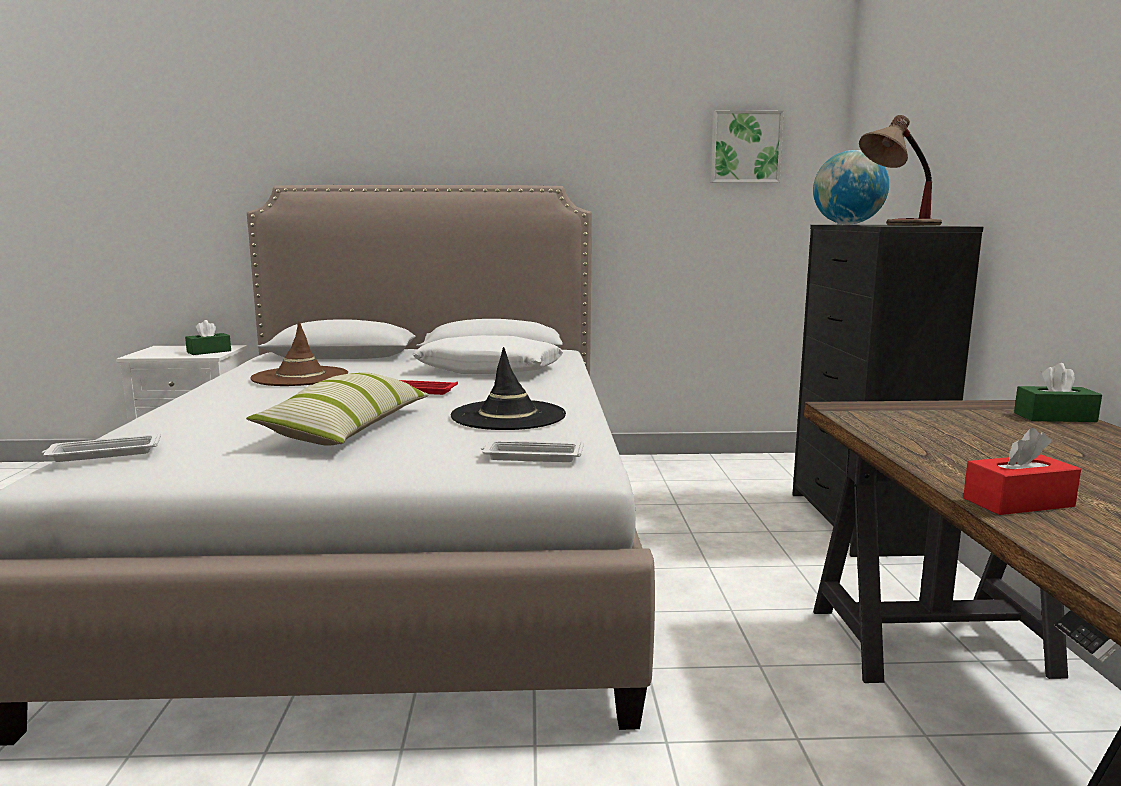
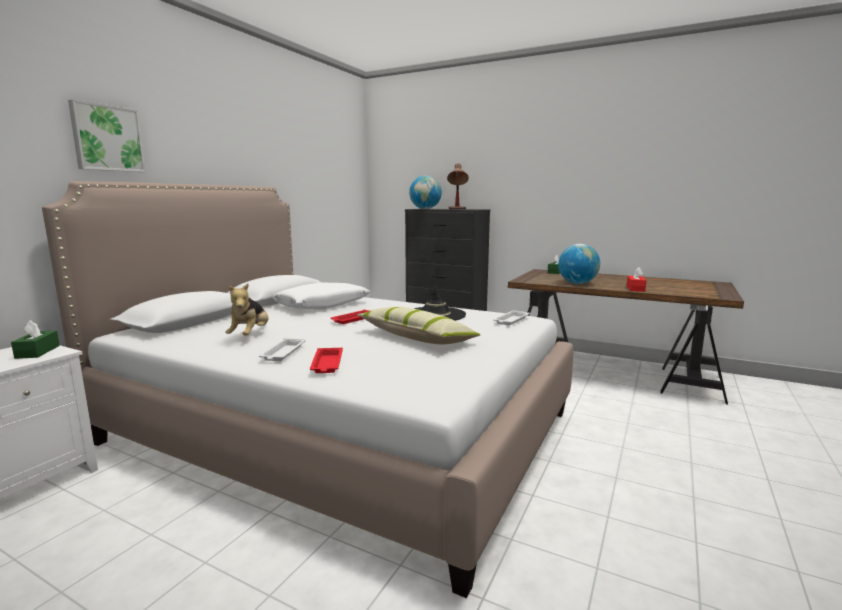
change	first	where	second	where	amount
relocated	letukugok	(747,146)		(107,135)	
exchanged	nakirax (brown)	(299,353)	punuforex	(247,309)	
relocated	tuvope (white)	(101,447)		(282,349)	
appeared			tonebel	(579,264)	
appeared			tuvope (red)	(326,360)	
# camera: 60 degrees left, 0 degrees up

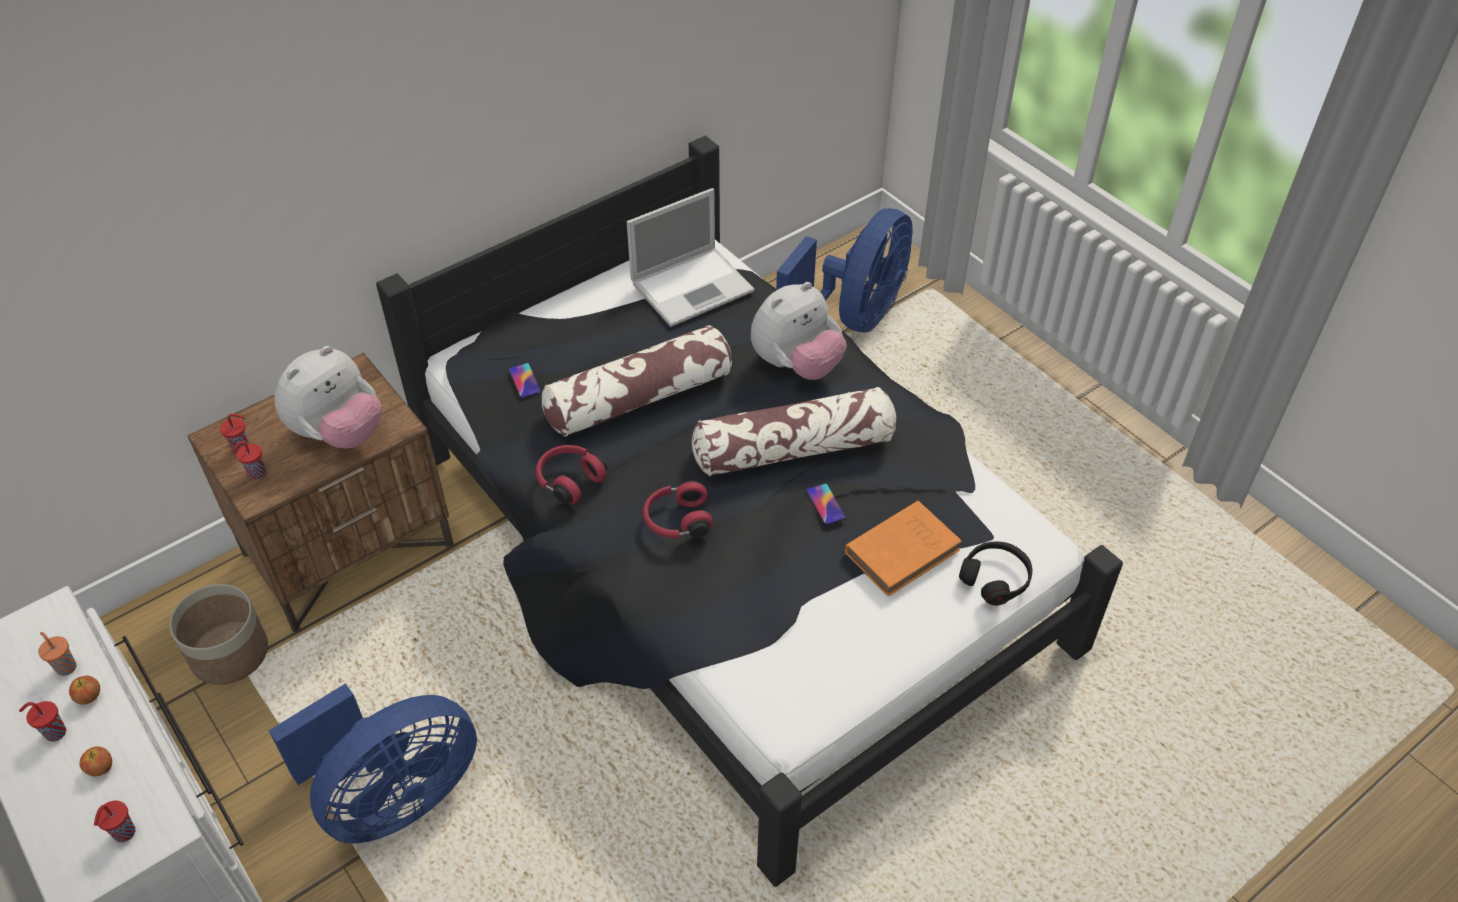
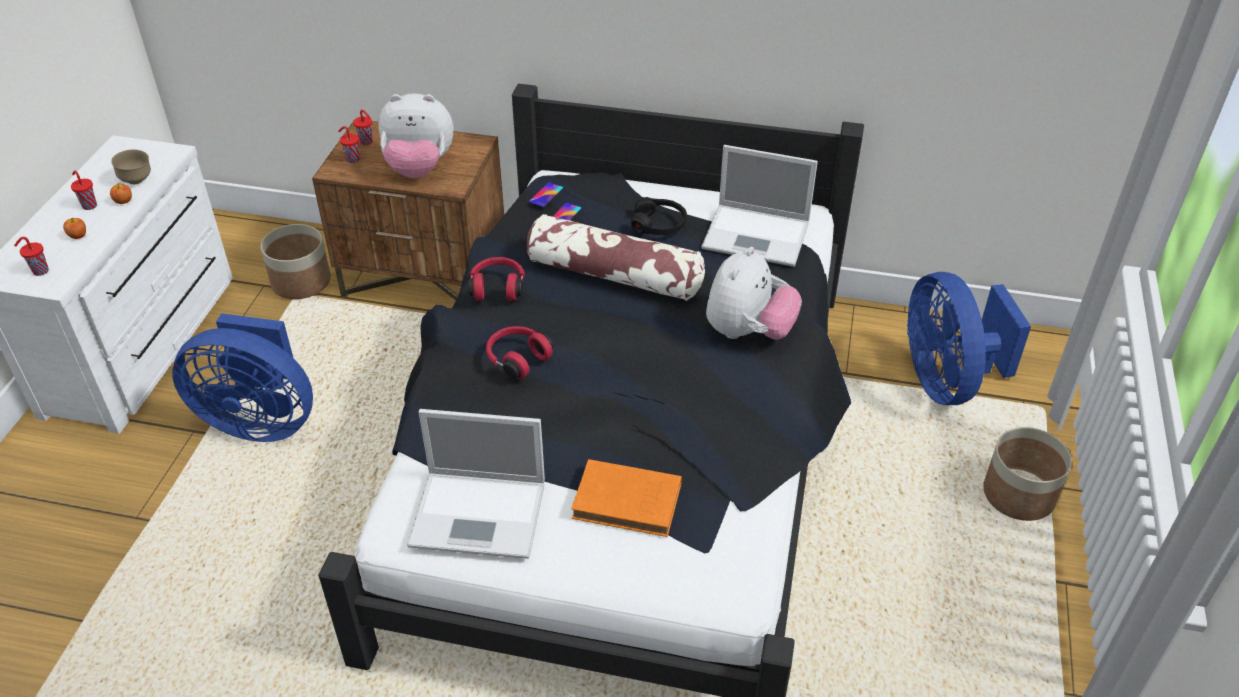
change	first	where	second	where	amount
spun	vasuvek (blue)	(844,270)		(969,338)	90 degrees clockwise
spun	punuforex	(799,331)		(754,293)	75 degrees counterclockwise
missing	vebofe	(794,431)			
relocated	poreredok	(826,504)		(546,195)	
relocated	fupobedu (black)	(995,573)		(659,216)	
exchanged	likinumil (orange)	(57,654)	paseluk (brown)	(131,166)	
appeared			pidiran	(476,484)	
appeared			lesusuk	(1027,474)	
# camera: 50 degrees right, 5 degrees down

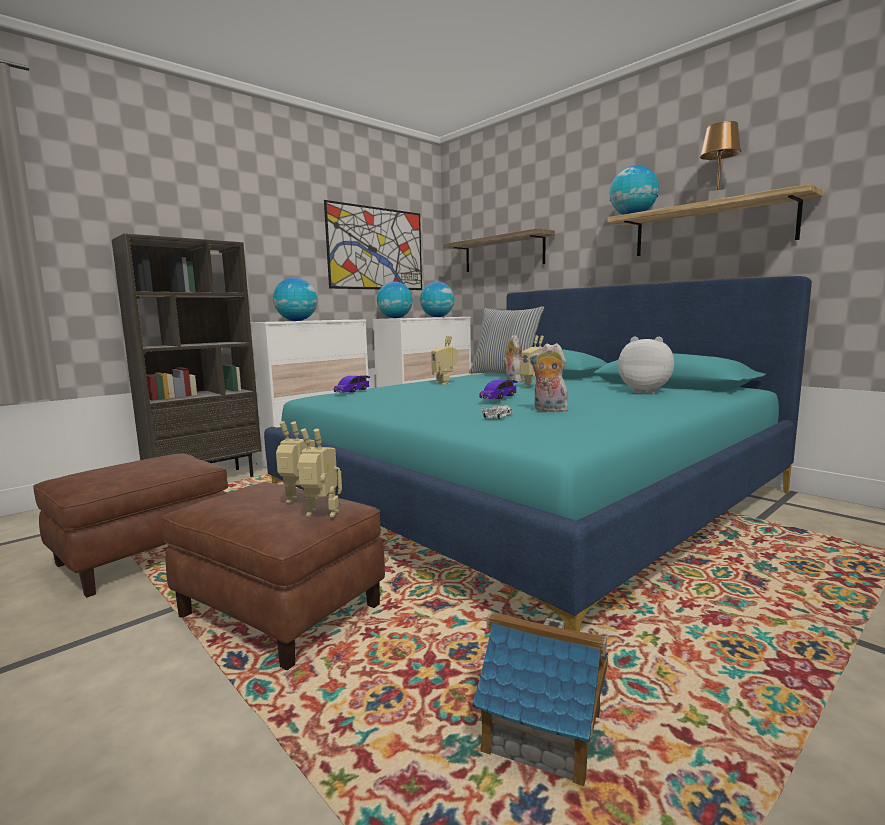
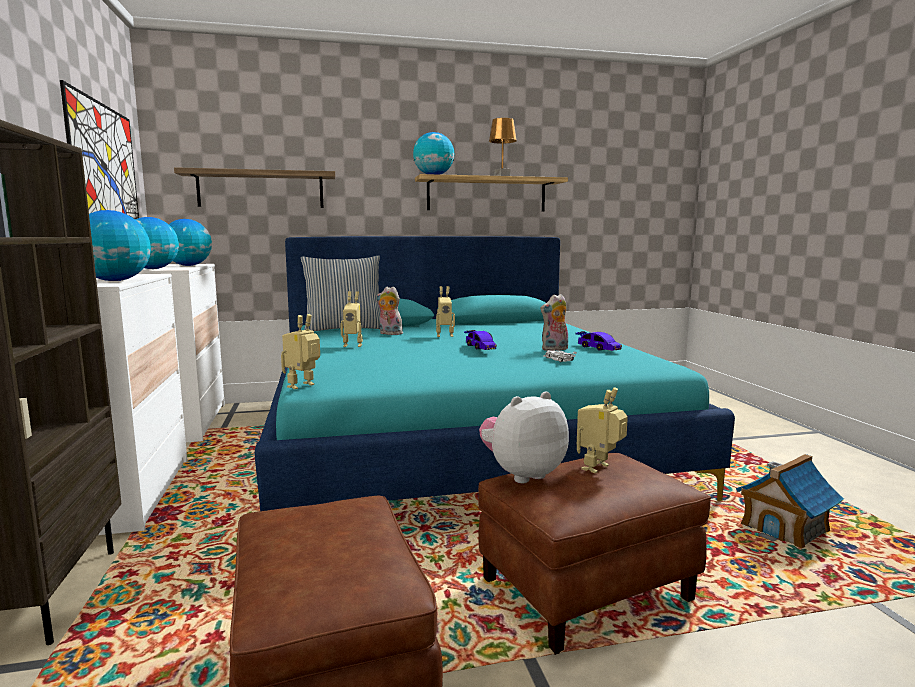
change	first	where	second	where	amount
relocated	punuforex	(646,365)		(524,437)	
relocated	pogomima	(352,384)		(598,341)	
relocated	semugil	(320,472)		(300,351)	
# camera: 60 degrees left, 0 degrees up

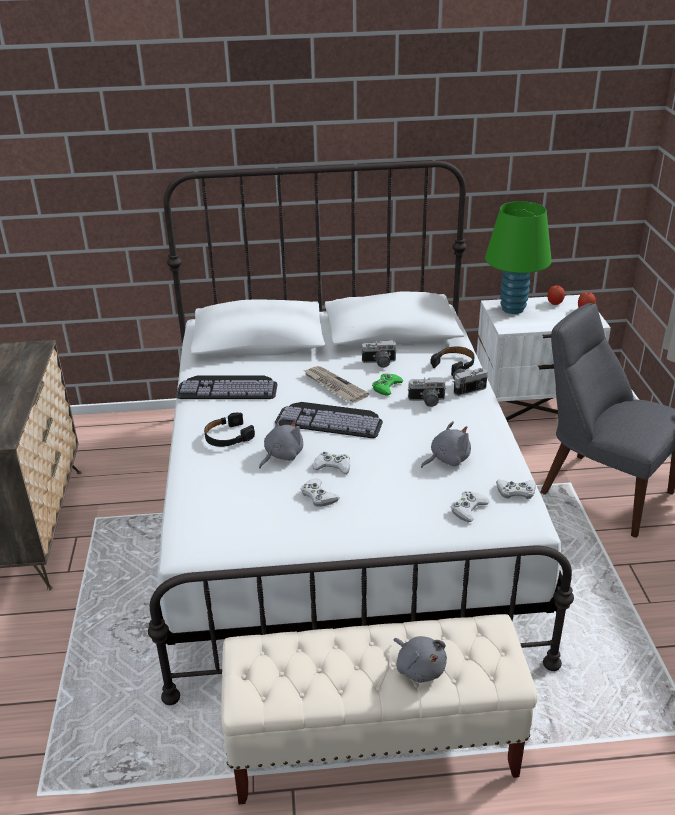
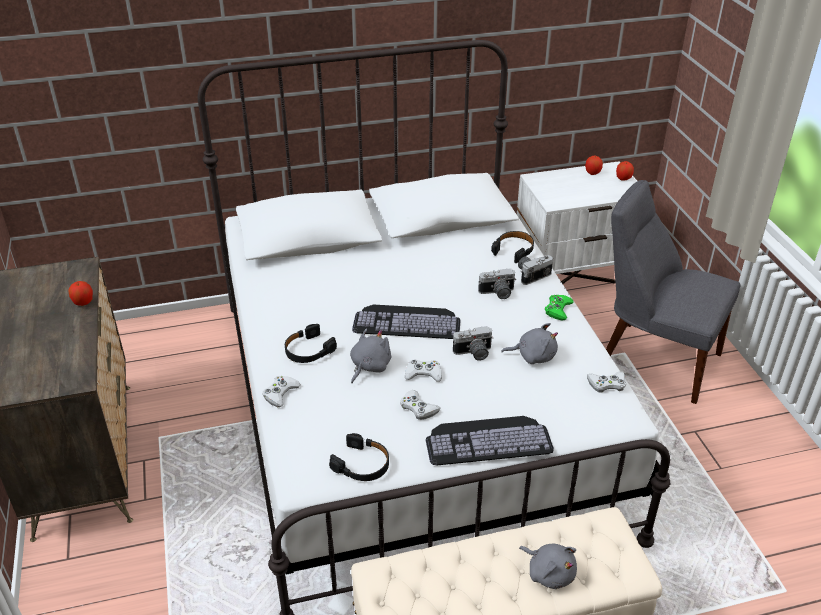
change	first	where	second	where	amount
missing	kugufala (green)	(518,257)			
relocated	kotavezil	(378,354)		(473,343)	
missing	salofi	(336,384)			
relocated	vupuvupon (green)	(387,384)		(559,308)	
relocated	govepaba	(227,387)		(490,440)	
spun	punuforex (grey)	(446,444)		(529,343)	45 degrees clockwise
relocated	vupuvupon (white)	(470,506)		(281,391)	
appeared			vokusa	(80,293)	
appeared			fupobedu (black)	(359,457)	
# camera: 10 degrees left, 5 degrees up

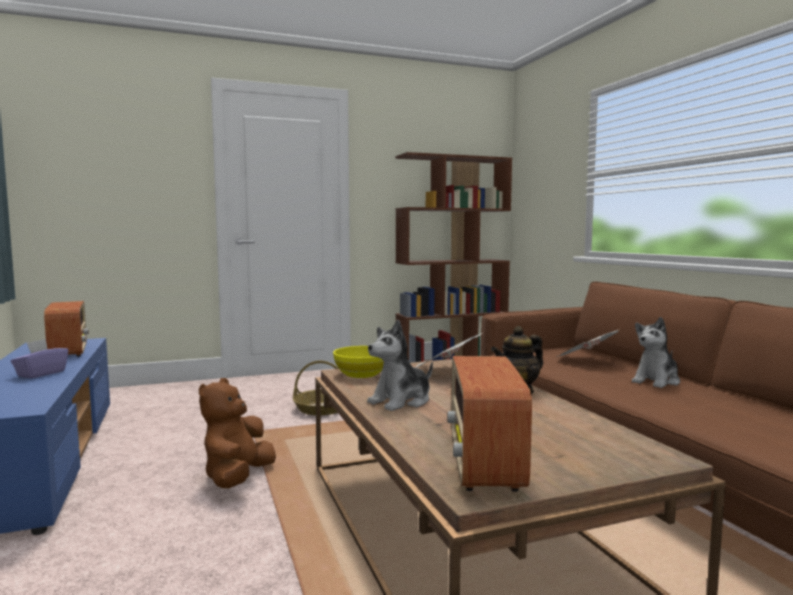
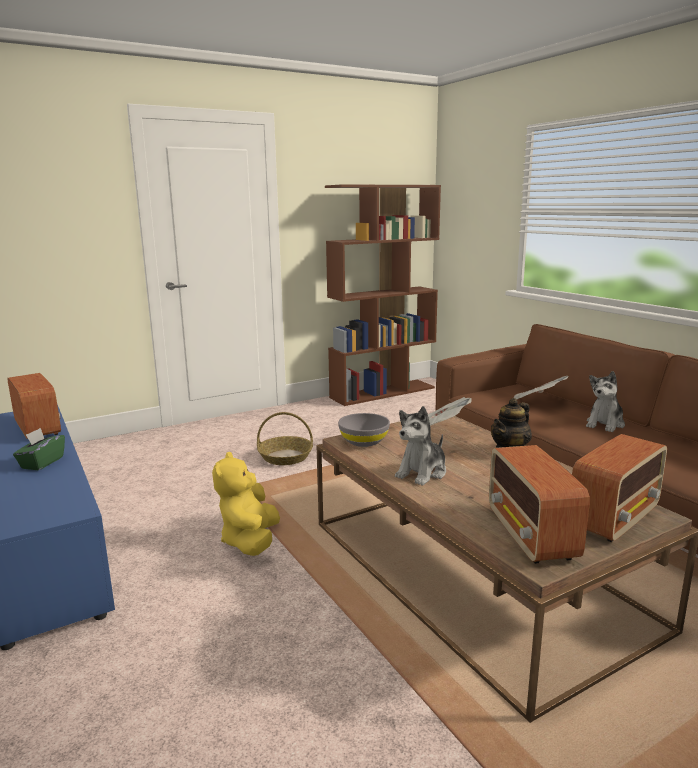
change	first	where	second	where	amount
colour	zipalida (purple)	(39,359)	zipalida (green)	(39,449)	
colour	paseluk (yellow)	(358,362)	paseluk (grey)	(364,430)	
colour	punuforex (brown)	(237,433)	punuforex (yellow)	(246,504)	
appeared			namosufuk	(619,488)	
# camera: 10 degrees left, 10 degrees up

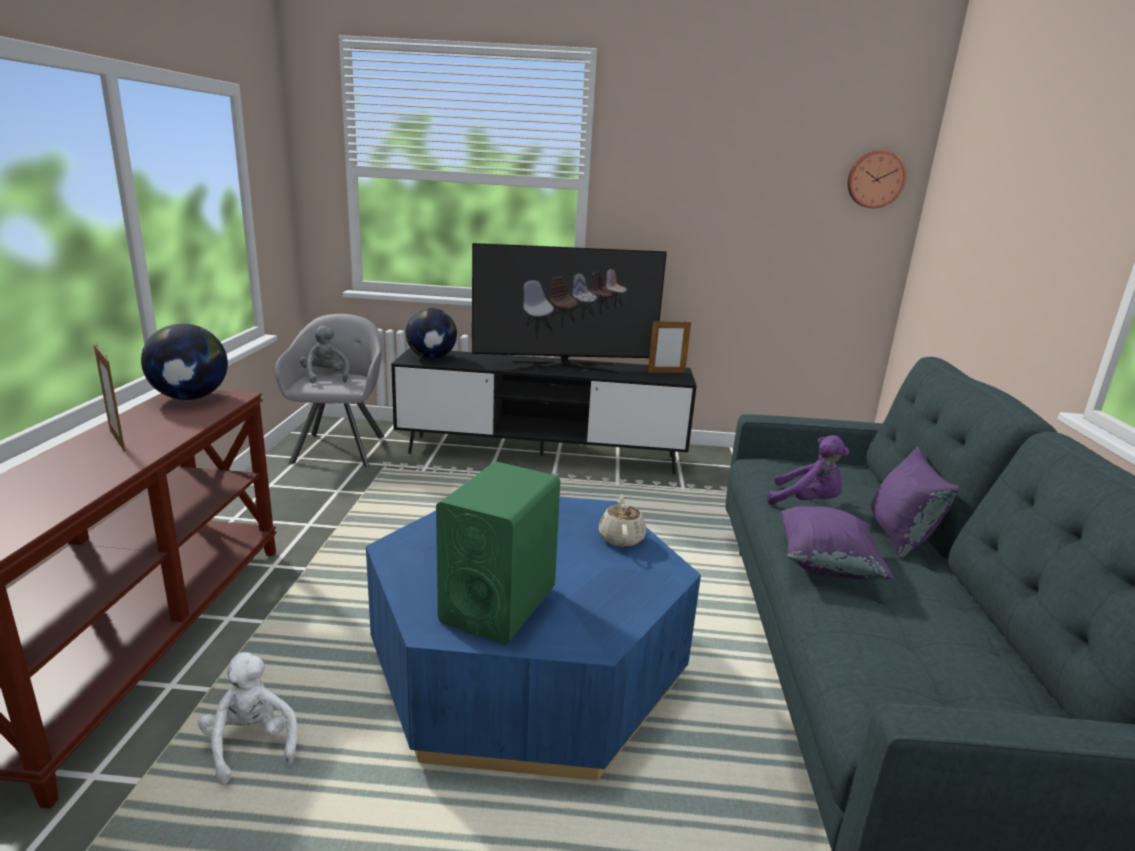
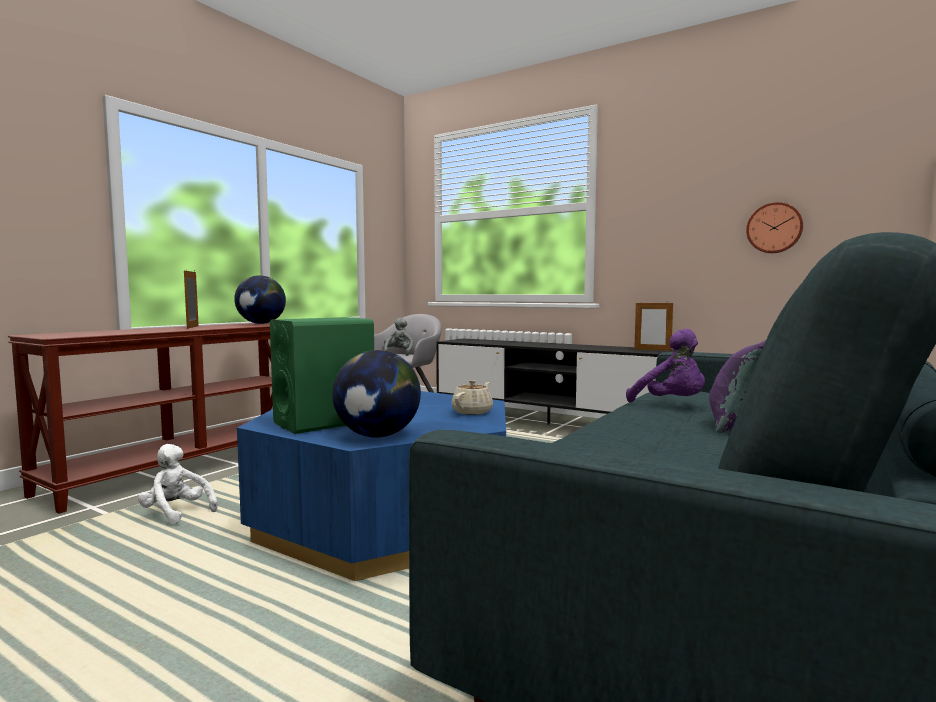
change	first	where	second	where	amount
relocated	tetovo	(876,179)		(774,227)	
missing	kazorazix	(569,308)			
relocated	tonebel	(431,333)		(376,393)	
missing	vebofe (purple)	(837,542)			
spun	punuforex (white)	(248,718)		(178,484)	60 degrees counterclockwise
# camera: 30 degrees right, 15 degrees down

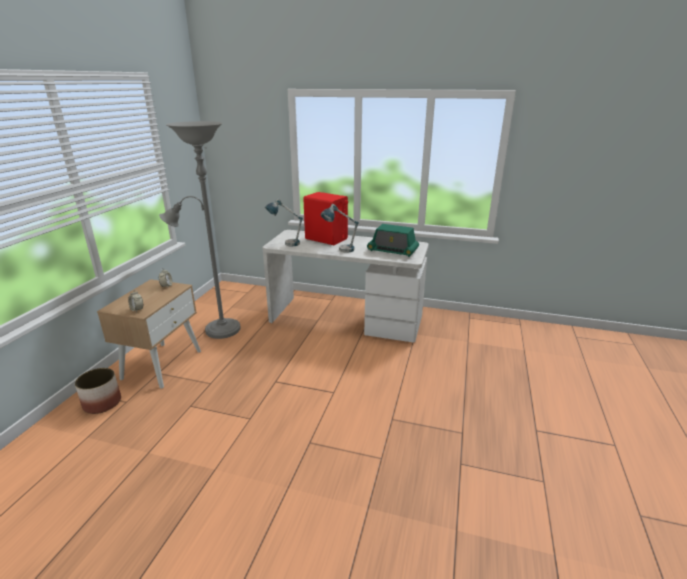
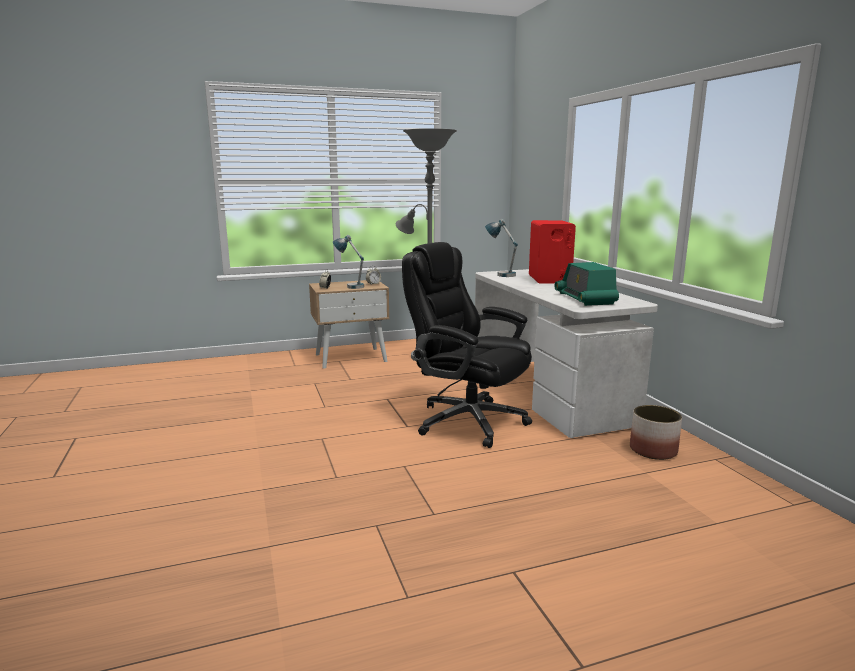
change	first	where	second	where	amount
relocated	kugufala	(339,228)		(348,262)	
relocated	lesusuk	(98,391)		(656,432)	
appeared			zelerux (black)	(467,345)	
# camera: 55 degrees right, 10 degrees down

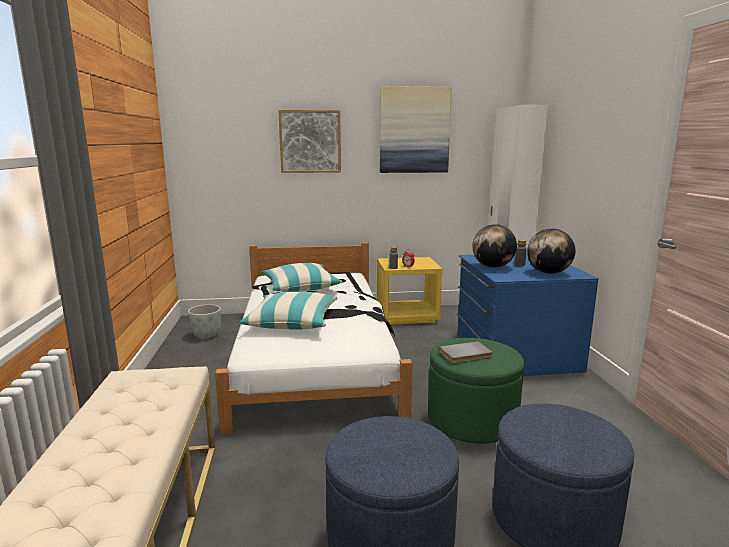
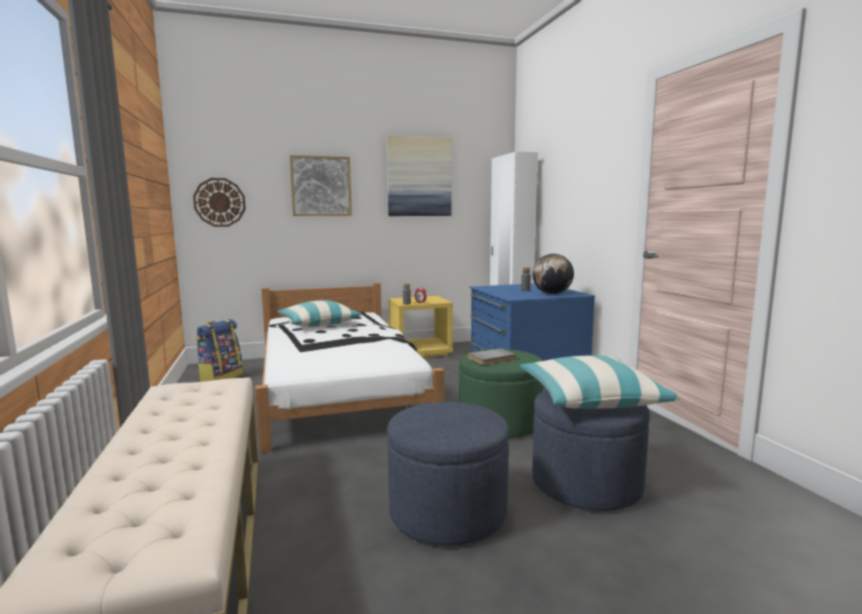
change	first	where	second	where	amount
missing	tonebel	(494,246)			
relocated	vebofe	(288,311)		(600,382)	
exchanged	lesusuk (grey)	(204,321)	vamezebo	(219,350)	
appeared			tetovo	(219,202)	
# camera: 10 degrees left, 5 degrees down

